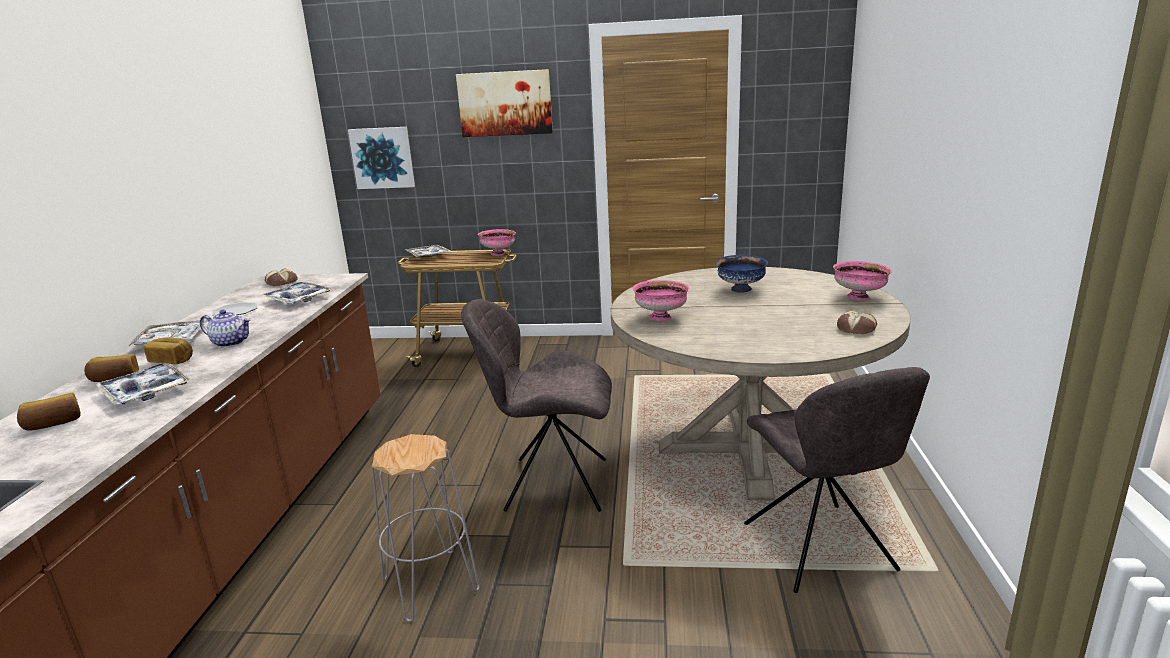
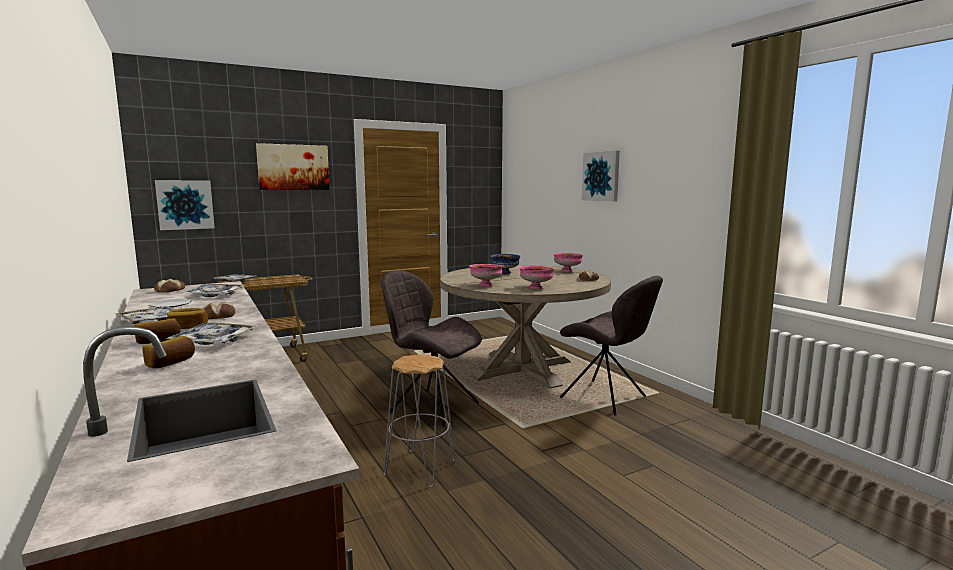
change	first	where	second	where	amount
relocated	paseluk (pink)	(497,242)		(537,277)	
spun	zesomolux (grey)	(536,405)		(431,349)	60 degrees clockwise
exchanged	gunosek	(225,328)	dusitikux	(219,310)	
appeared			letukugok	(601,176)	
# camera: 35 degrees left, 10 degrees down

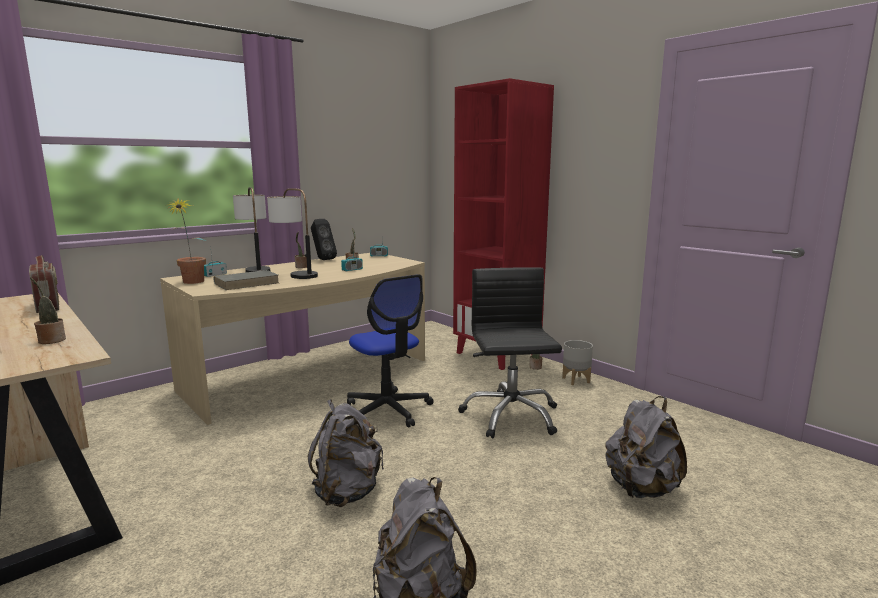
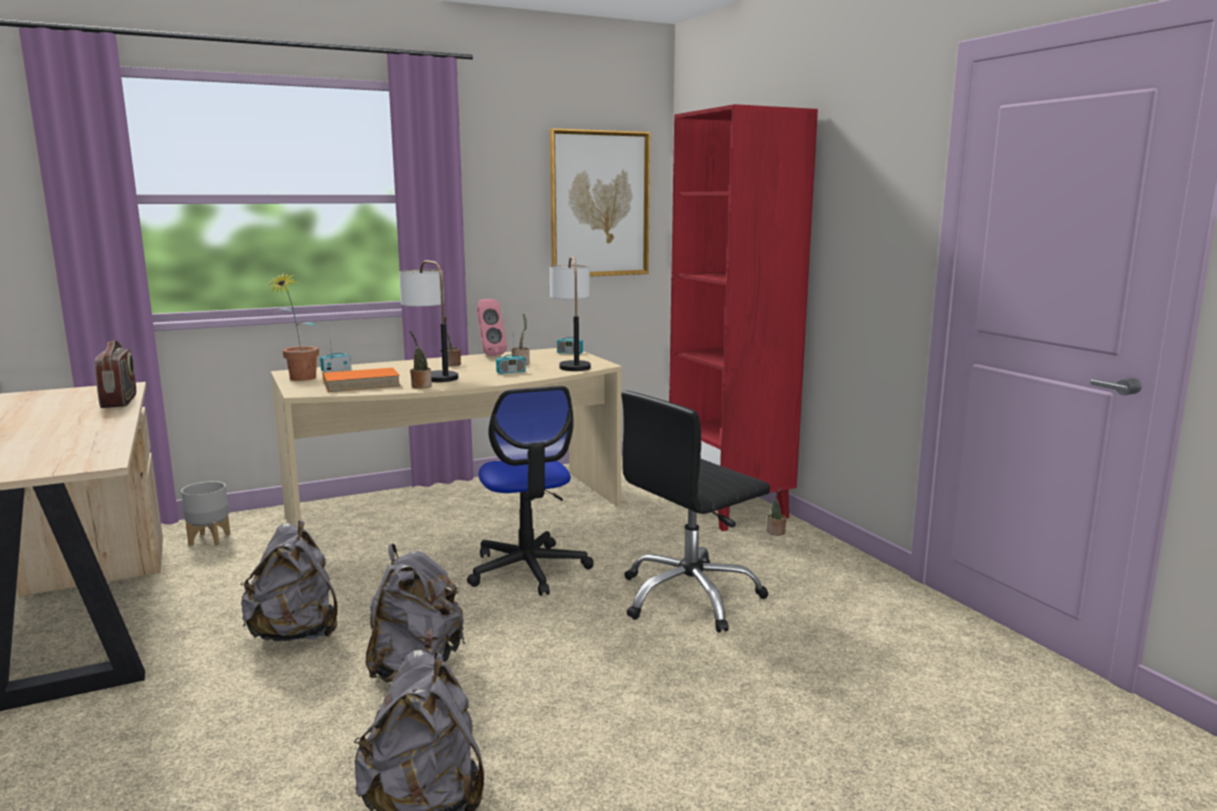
change	first	where	second	where	amount
relocated	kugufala	(251,229)		(570,313)	
colour	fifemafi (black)	(324,239)	fifemafi (pink)	(491,327)	
spun	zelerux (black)	(510,352)		(695,512)	135 degrees counterclockwise
colour	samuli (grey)	(246,280)	samuli (orange)	(361,380)	
relocated	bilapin	(48,310)		(420,359)	
relocated	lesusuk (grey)	(577,362)		(205,513)	
relocated	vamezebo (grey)	(646,447)		(289,580)	
appeared			letukugok	(600,202)	
# camera: 15 degrees right, 0 degrees up

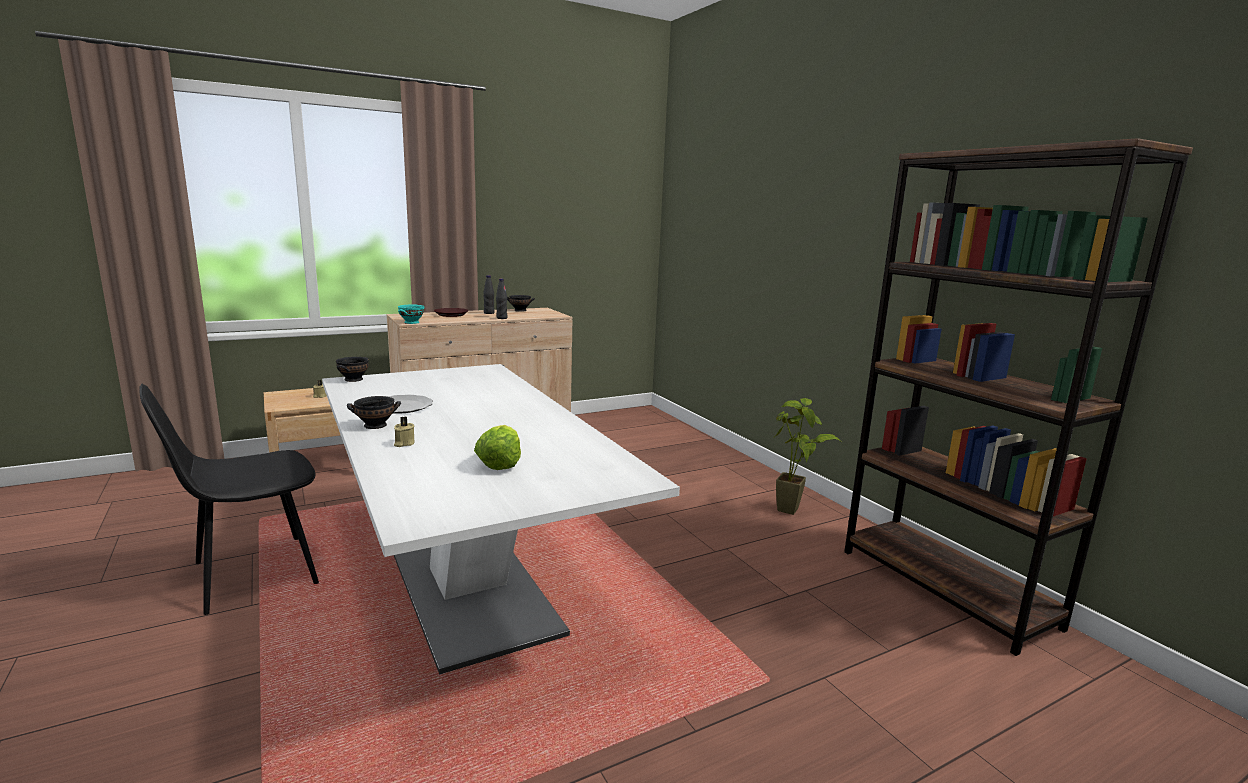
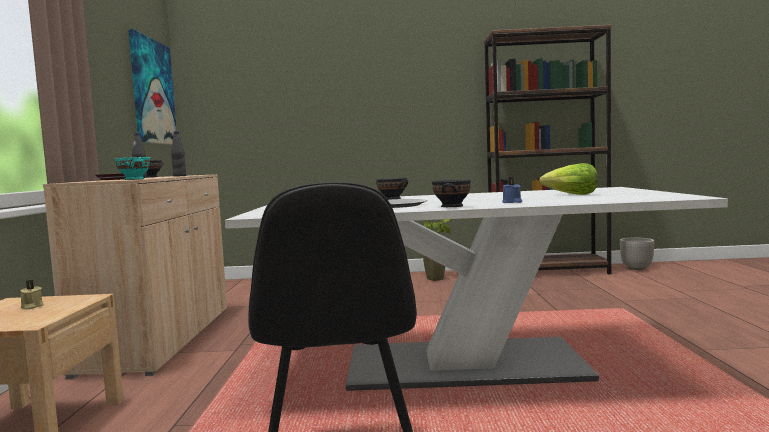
change	first	where	second	where	amount
relocated	paseluk (black)	(352,369)		(392,189)	
colour	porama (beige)	(404,432)	porama (blue)	(512,190)	
appeared			letukugok	(152,87)	
appeared			lesusuk	(637,254)	
# camera: 60 degrees left, 10 degrees down

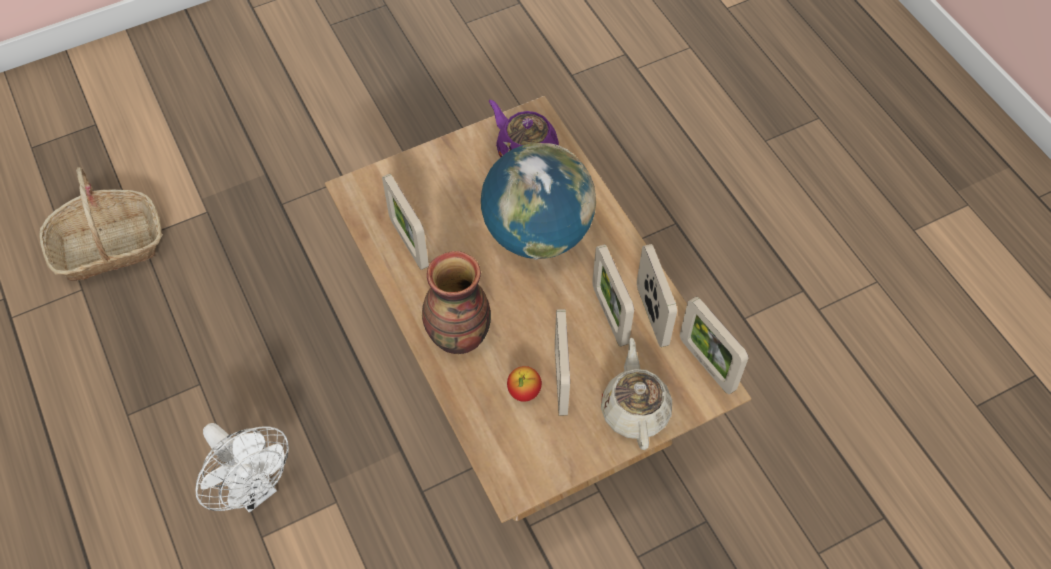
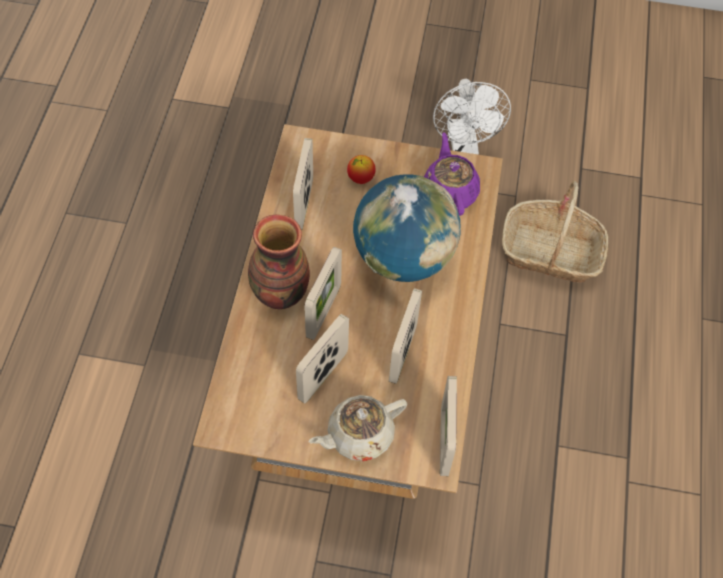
change	first	where	second	where	amount
relocated	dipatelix	(101,224)		(555,232)	
relocated	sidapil	(657,295)		(323,293)	
spun	gunosek (beige)	(636,394)		(358,428)	150 degrees counterclockwise
relocated	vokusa	(524,384)		(361,169)	
relocated	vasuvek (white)	(242,468)		(472,117)	
# camera: 35 degrees right, 0 degrees up

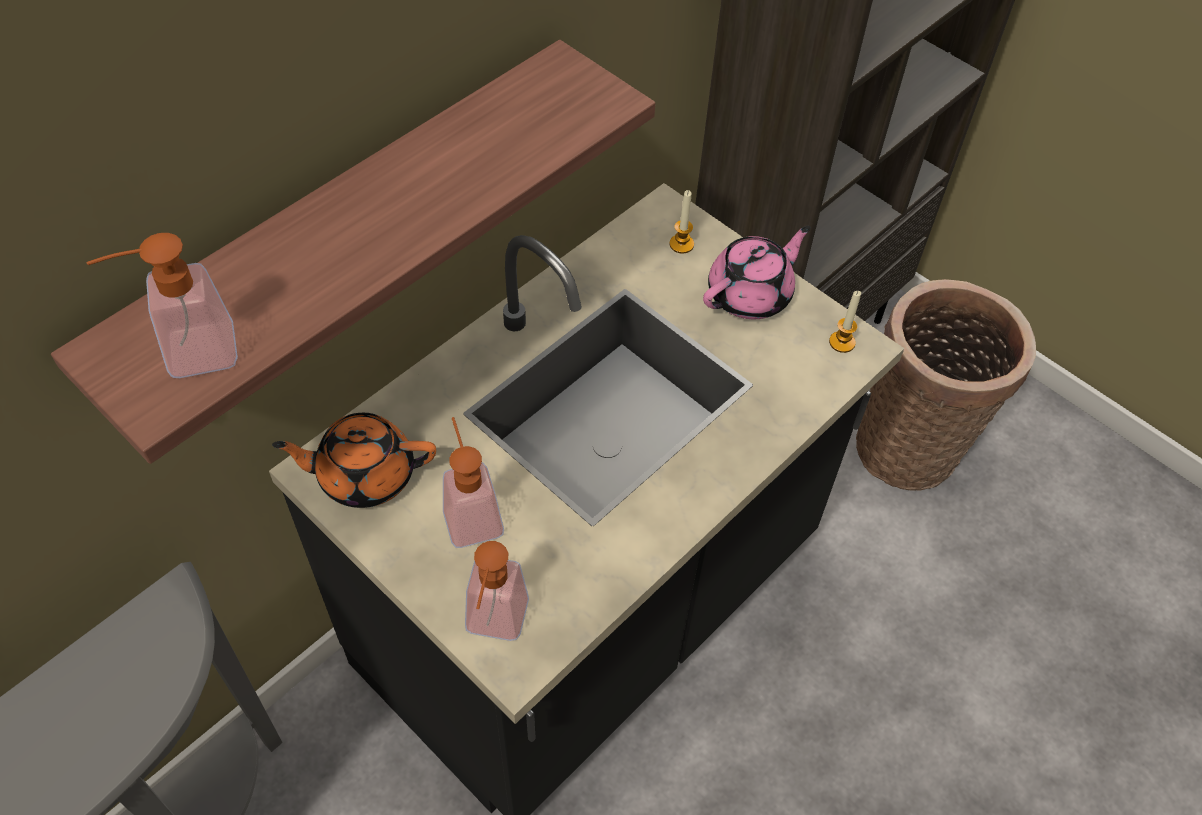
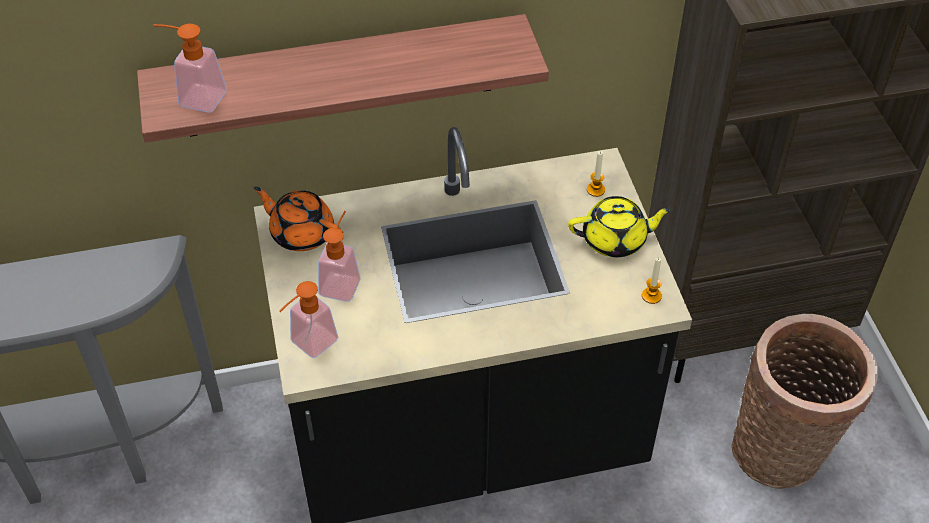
change	first	where	second	where	amount
colour	gunosek (pink)	(757,272)	gunosek (yellow)	(620,226)	
# camera: 35 degrees right, 5 degrees down

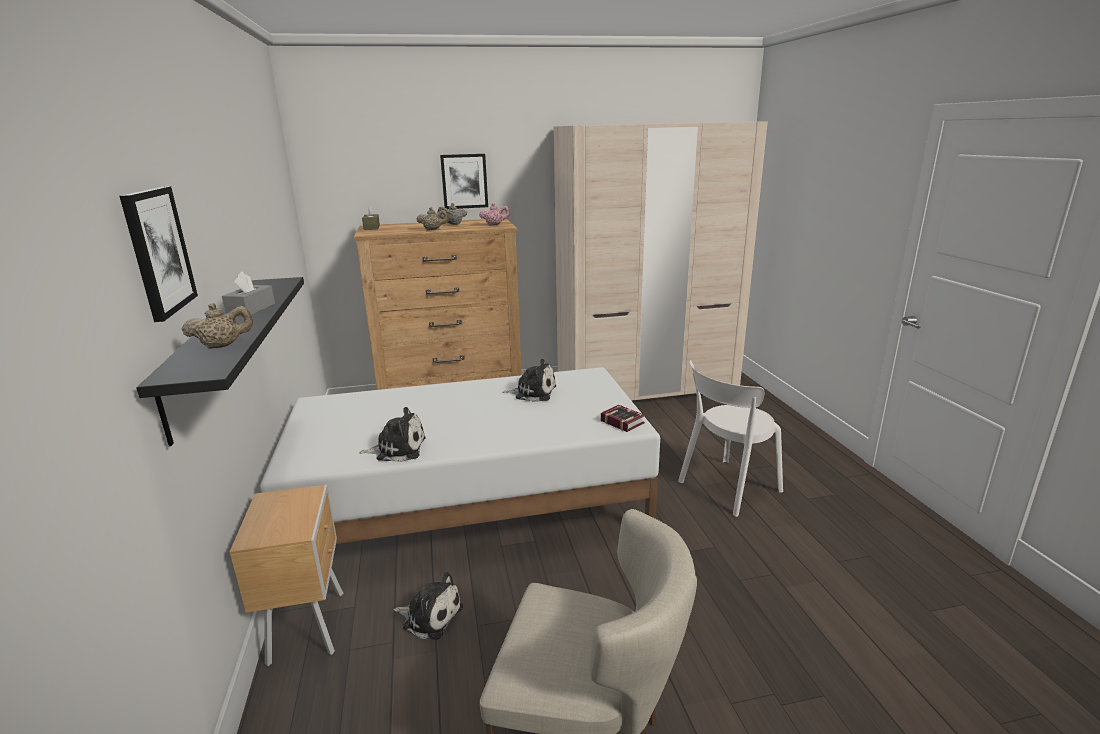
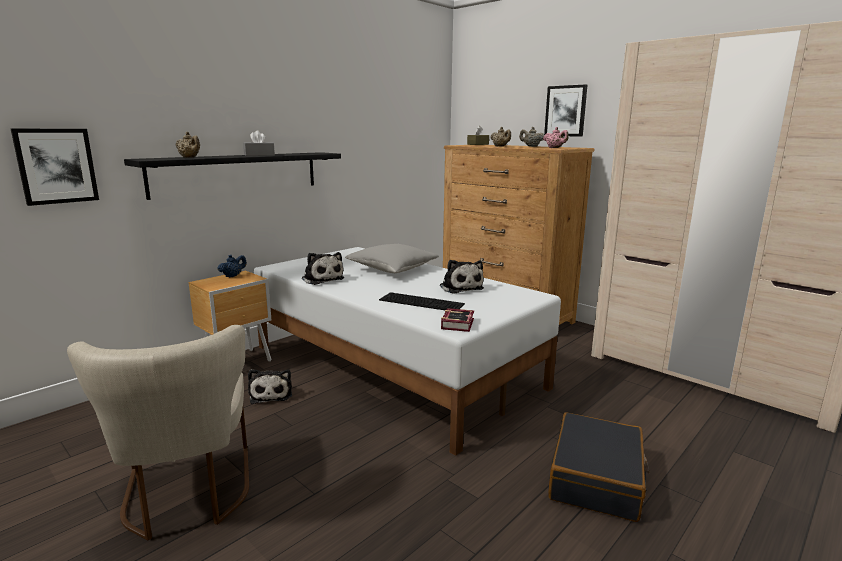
change	first	where	second	where	amount
relocated	letukugok	(159,254)		(54,167)	
exchanged	zesomolux (white)	(730,438)	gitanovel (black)	(598,467)	
appeared			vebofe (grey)	(392,258)	
appeared			gunosek (blue)	(232,266)	
appeared			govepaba	(422,301)	
# camera: 55 degrees right, 5 degrees down

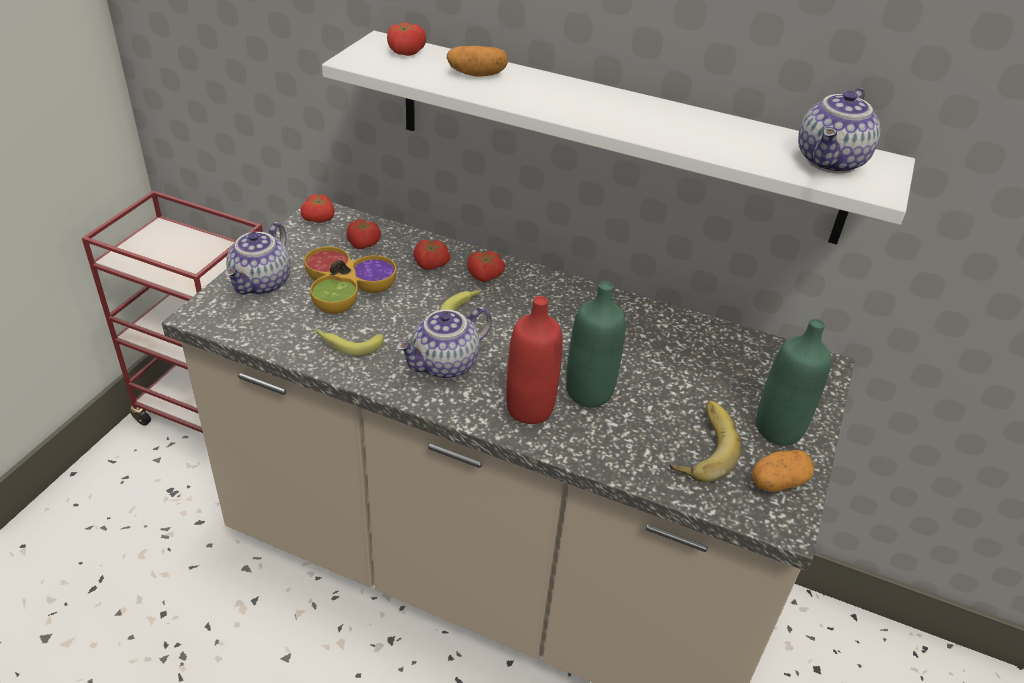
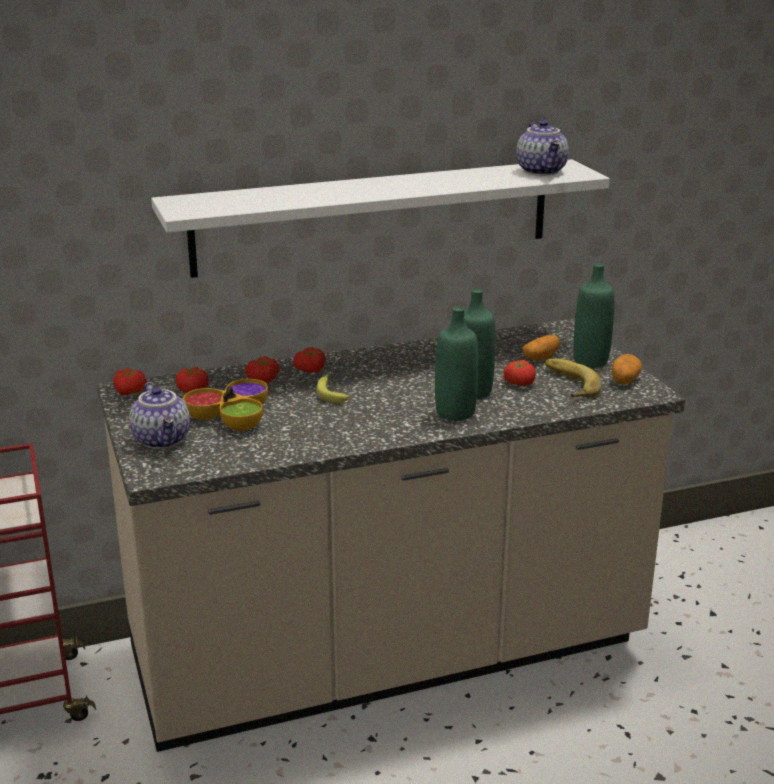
change	first	where	second	where	amount
relocated	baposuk	(406,39)		(519,373)	
relocated	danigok	(477,61)		(541,347)	
colour	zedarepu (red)	(534,360)	zedarepu (green)	(456,364)	
missing	gunosek	(444,343)			
missing	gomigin	(349,342)			
# camera: 40 degrees left, 15 degrees down

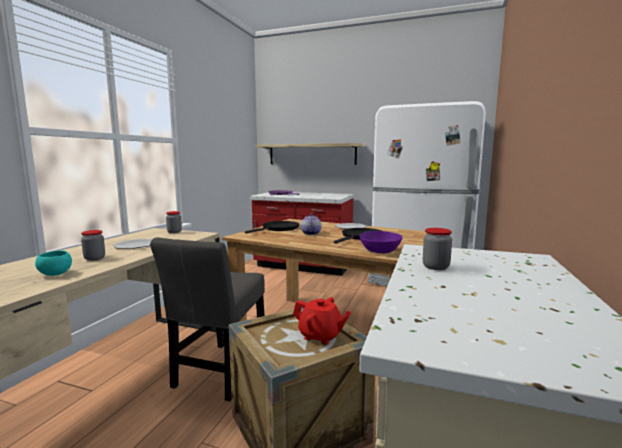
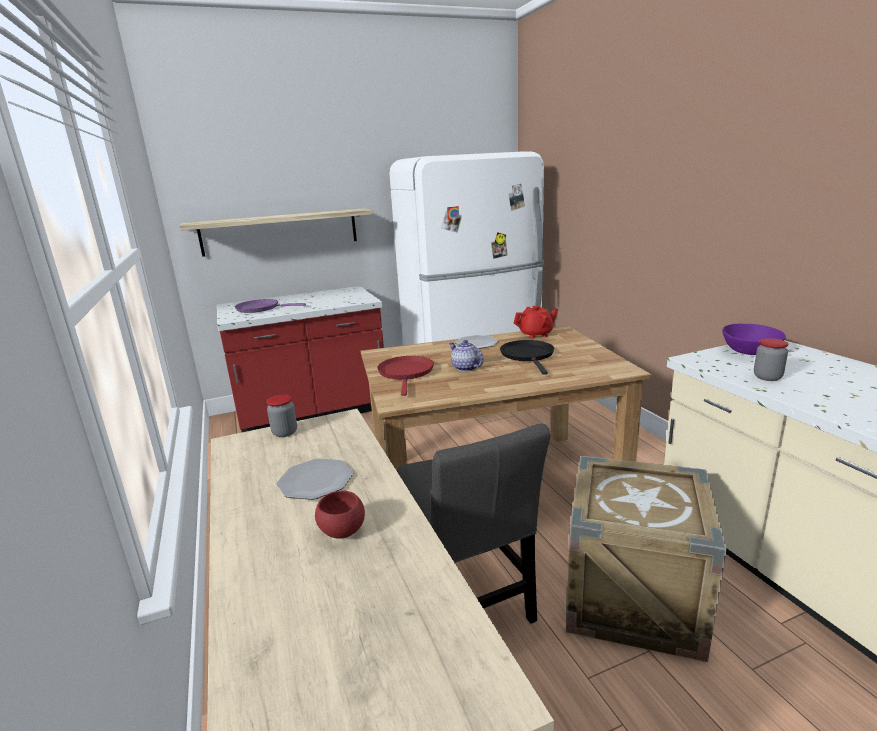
change	first	where	second	where	amount
colour	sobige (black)	(272,227)	sobige (red)	(406,376)	
exchanged	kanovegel	(93,245)	paseluk (red)	(340,514)	
relocated	paseluk (purple)	(380,242)		(754,339)	
missing	paseluk (turquoise)	(53,263)			
relocated	gunosek (red)	(322,321)		(536,322)	
# camera: 40 degrees left, 10 degrees up

